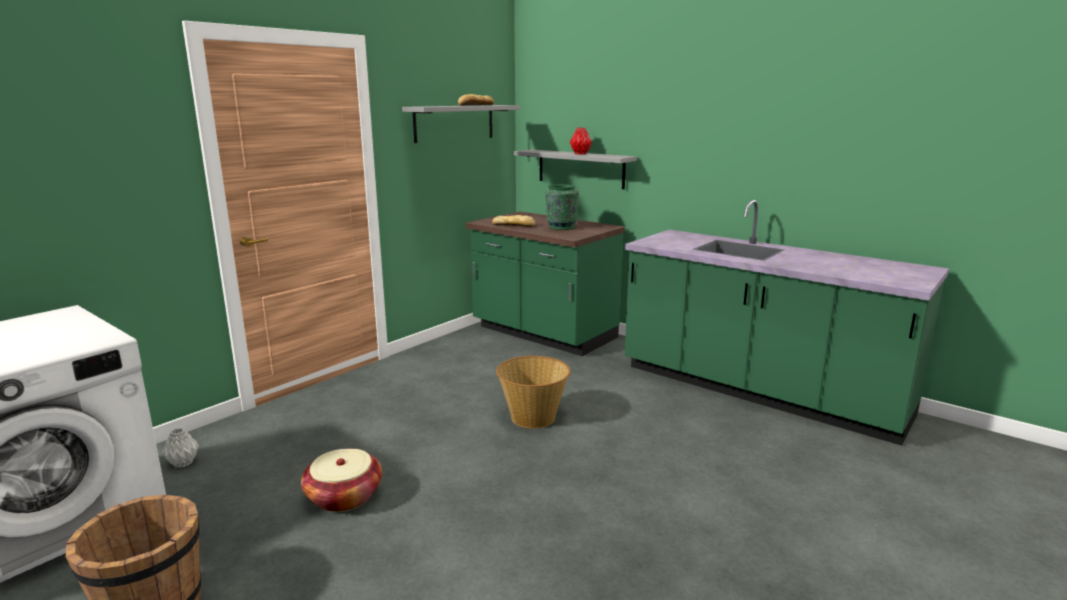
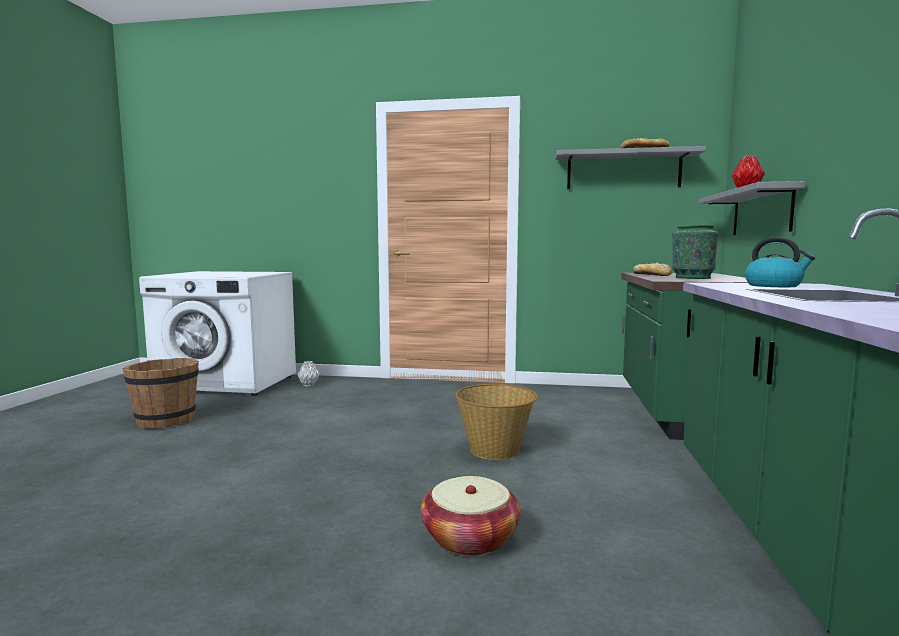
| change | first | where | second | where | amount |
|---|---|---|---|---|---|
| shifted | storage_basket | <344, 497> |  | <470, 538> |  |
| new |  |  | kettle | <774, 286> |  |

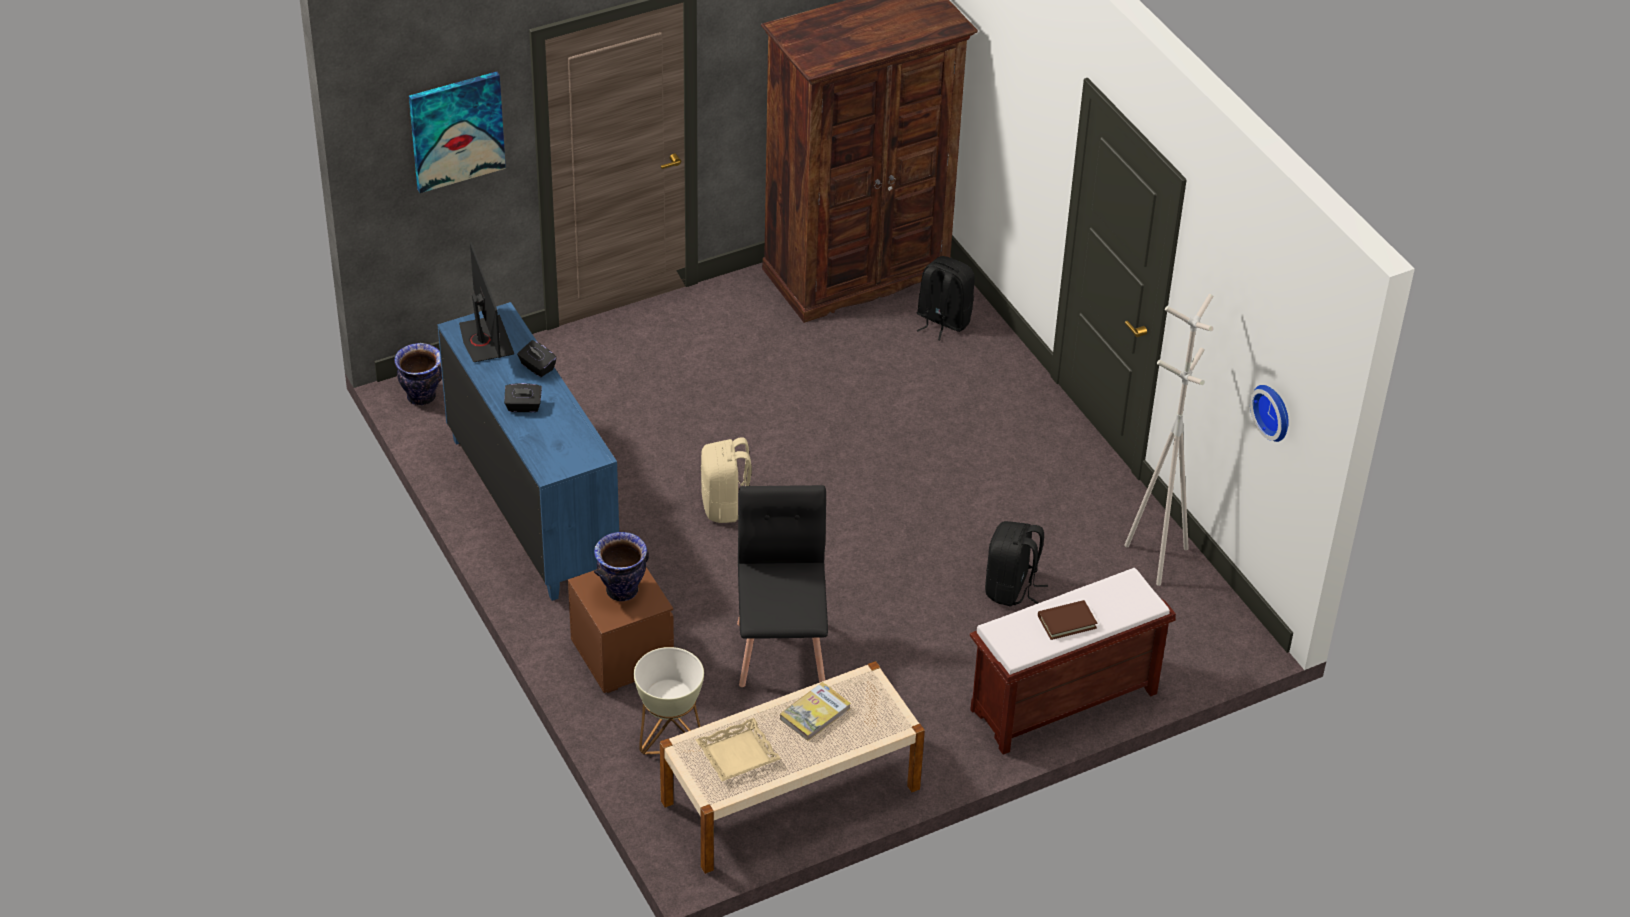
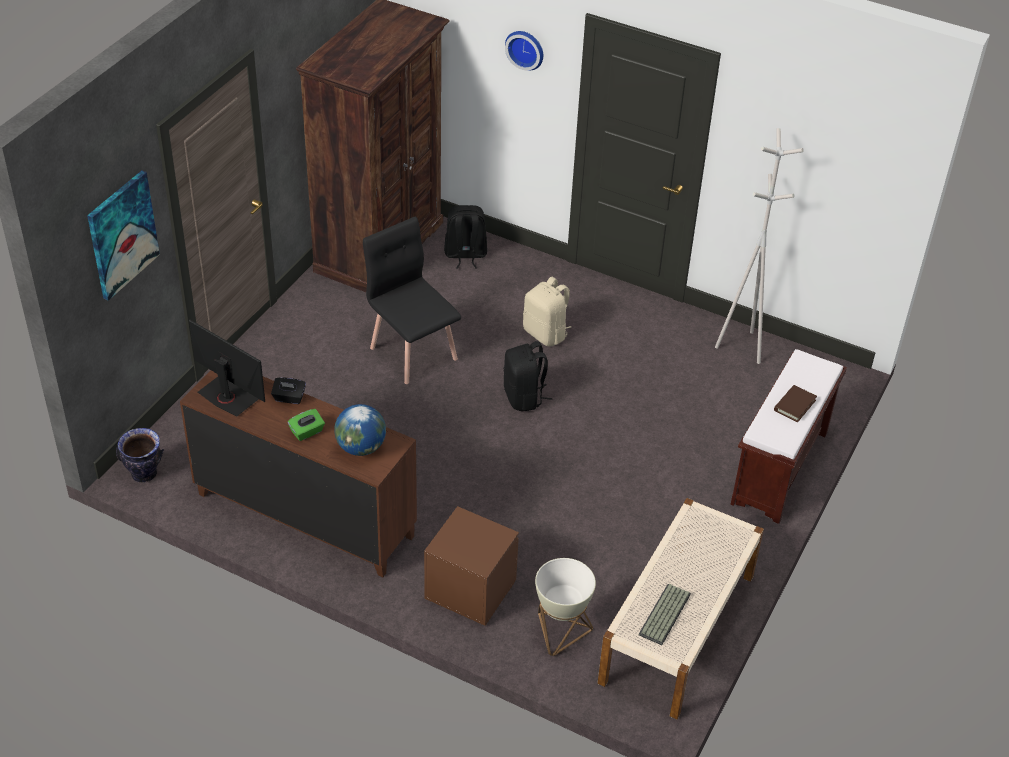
| change | first | where | second | where | amount |
|---|---|---|---|---|---|
| repainted | bluish_drawer_chest | <532, 508> | brownish_drawer_chest | <305, 516> |  |
| repainted | black-coloured_tissue_box | <523, 407> | greenish_tissue_box | <307, 432> |  |
| gone | vase | <621, 590> |  |  |  |
| swapped | sand-coloured_serving_tray | <738, 755> | PC_keyboard | <665, 615> |  |
| shifted | sand-coloured_backpack | <726, 506> |  | <546, 334> |  |
| shifted | black-coloured_upright_chair | <781, 652> |  | <413, 352> |  |
| gone | book | <815, 714> |  |  |  |
| shifted | black-coloured_backpack | <1011, 589> |  | <524, 397> |  |
| shifted | clock_on_the_wall | <1274, 411> |  | <526, 49> |  |
| new |  |  | world_globe | <361, 447> |  |

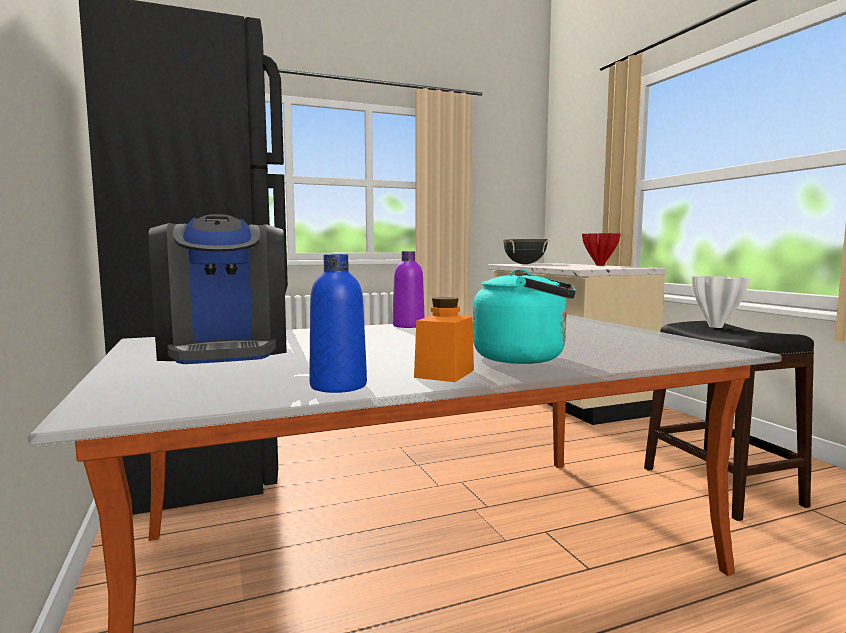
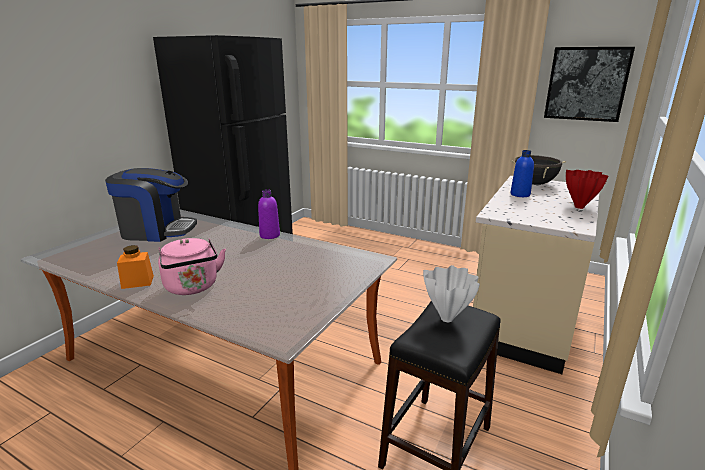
| change | first | where | second | where | amount |
|---|---|---|---|---|---|
| rotated | coffee_maker | <225, 350> |  | <157, 230> | 120 degrees counterclockwise |
| shifted | bluish_beverage_bottle | <338, 386> |  | <520, 194> |  |
| repainted | turquoise-coloured_kettle | <525, 358> | pinkish_kettle | <193, 287> |  |
| new |  |  | wall_picture | <586, 84> |  |

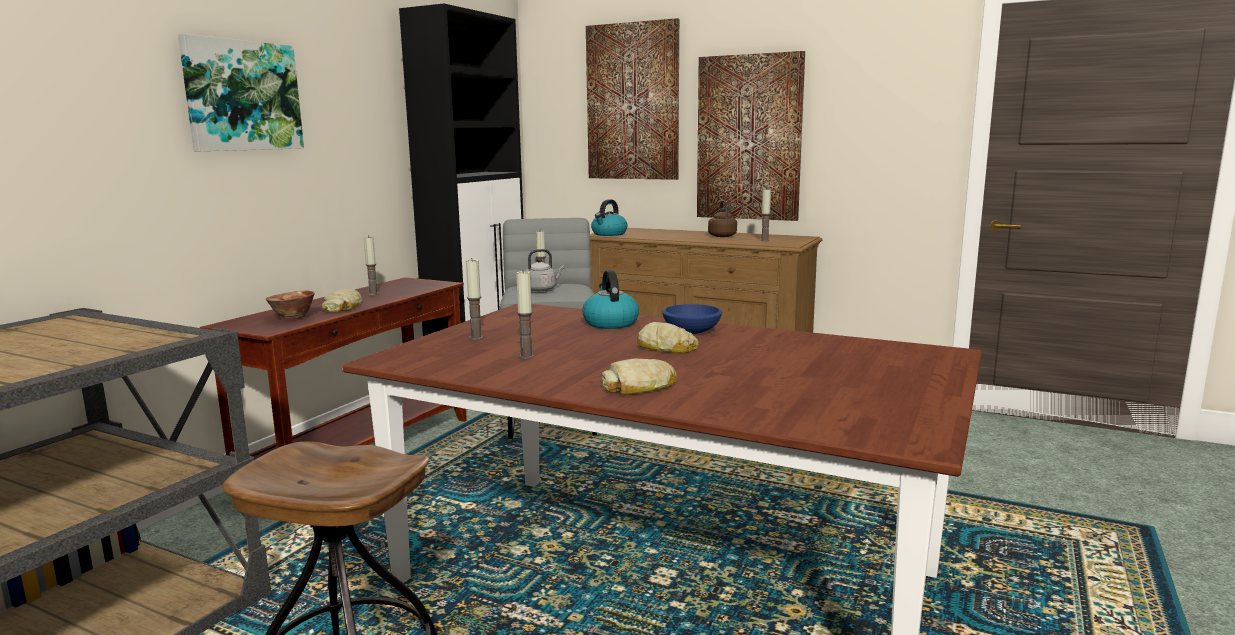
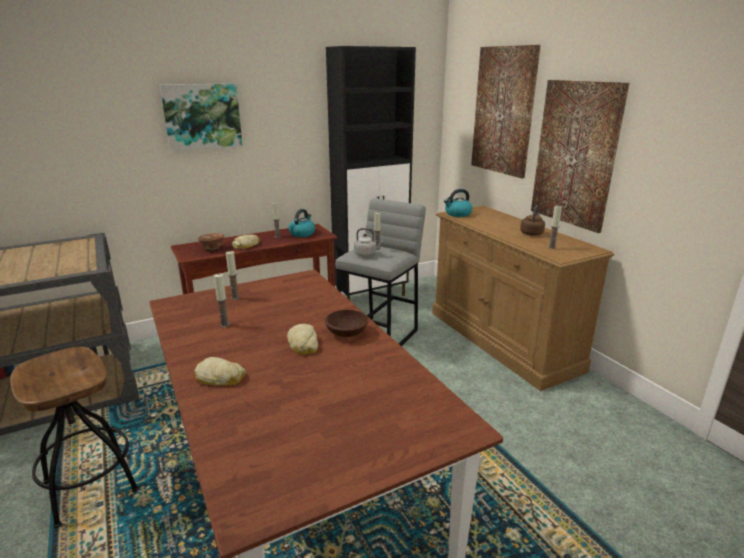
| change | first | where | second | where | amount |
|---|---|---|---|---|---|
| shifted | kettle | <610, 323> |  | <302, 233> |  |
| repainted | bluish_serving_bowl | <692, 331> | brownish_serving_bowl | <347, 333> |  |

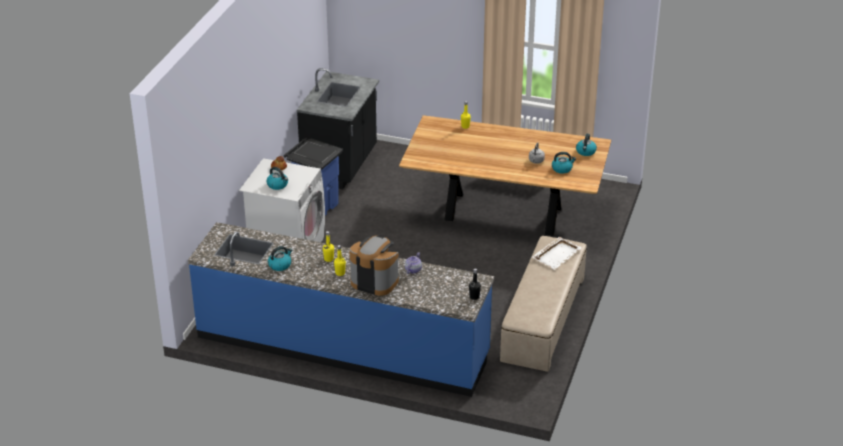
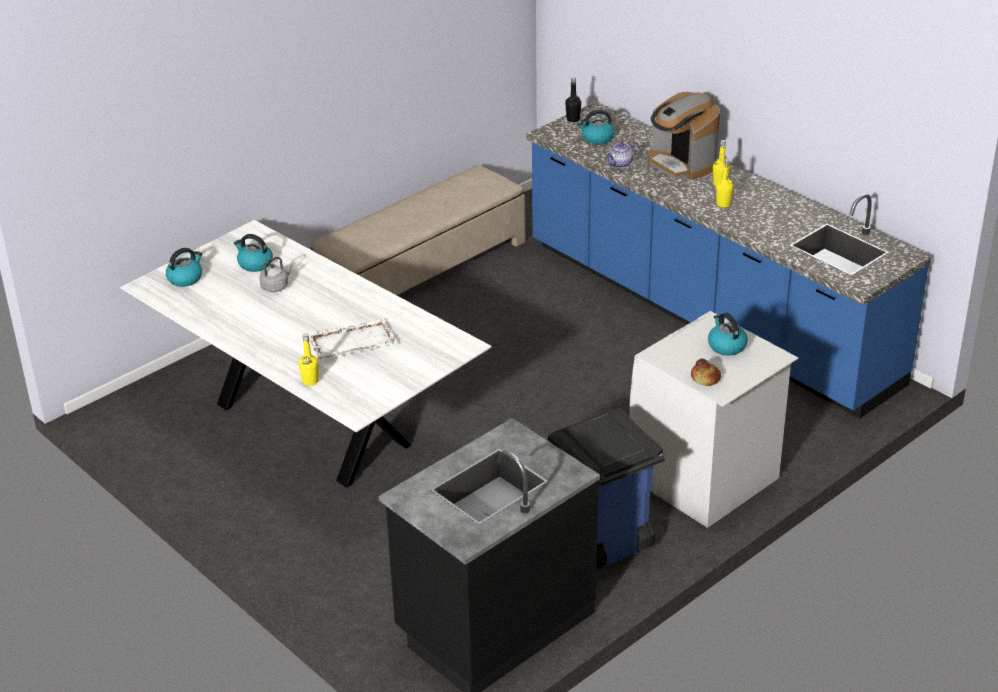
| change | first | where | second | where | amount |
|---|---|---|---|---|---|
| shifted | kettle | <280, 265> |  | <597, 138> |  |
| repainted | brownish_kitchen_table | <504, 214> | whitish_kitchen_table | <311, 424> |  |
| shifted | whitish_serving_tray | <557, 254> |  | <351, 342> |  |

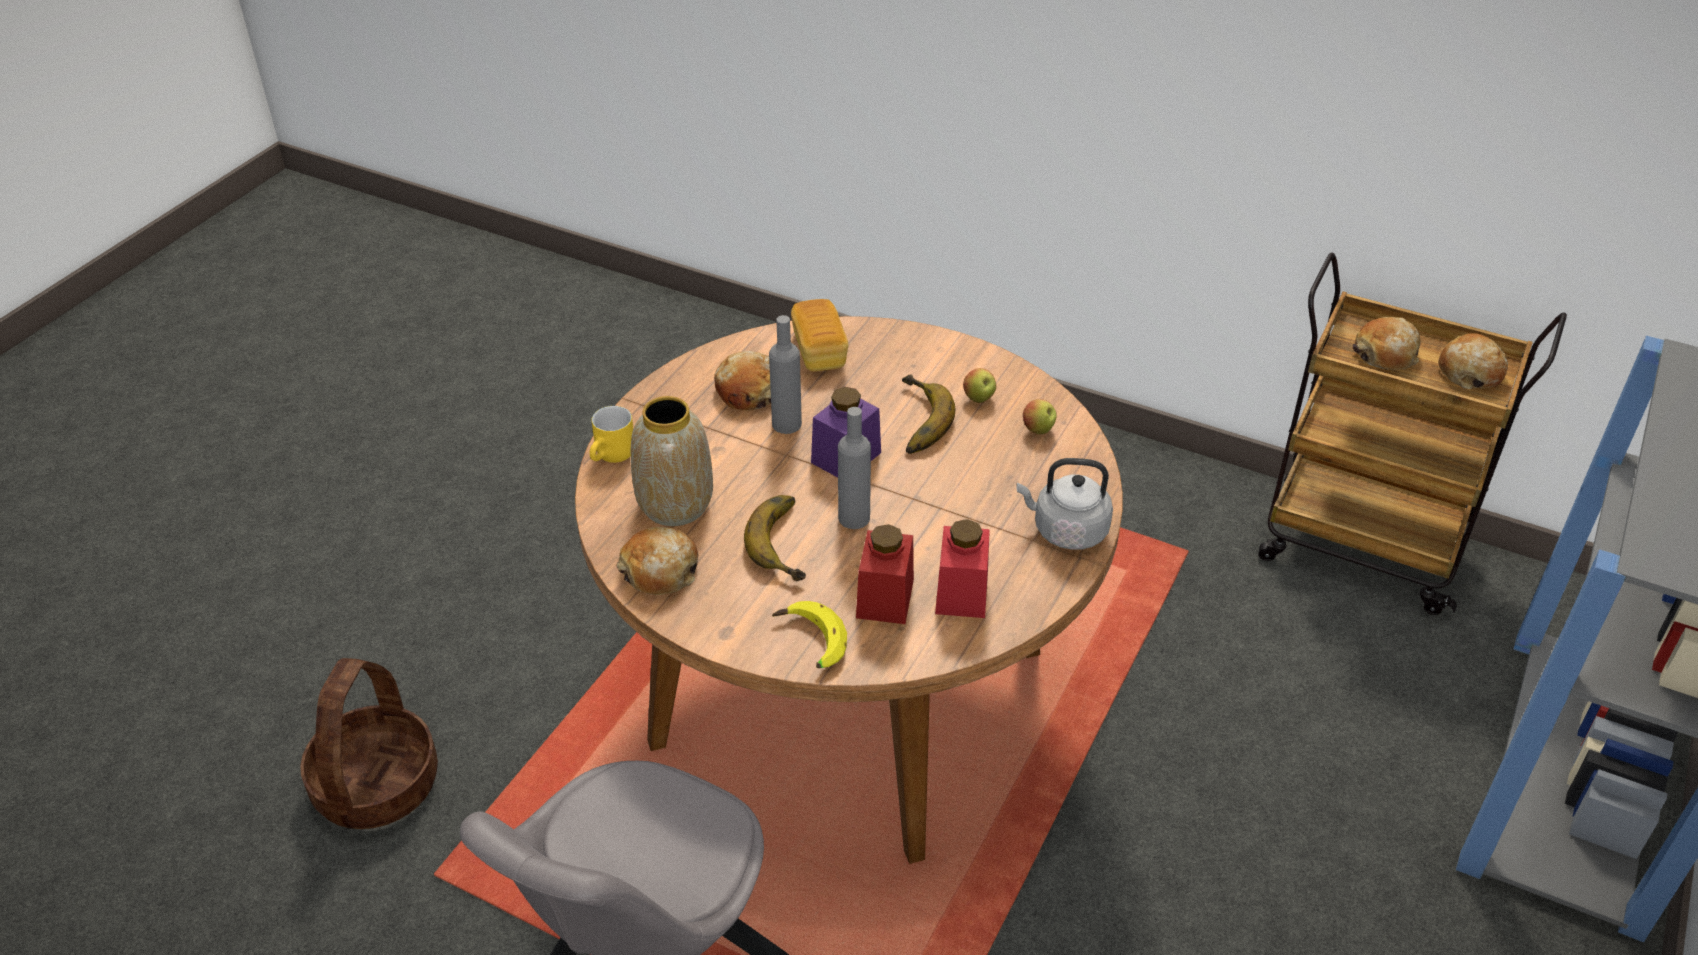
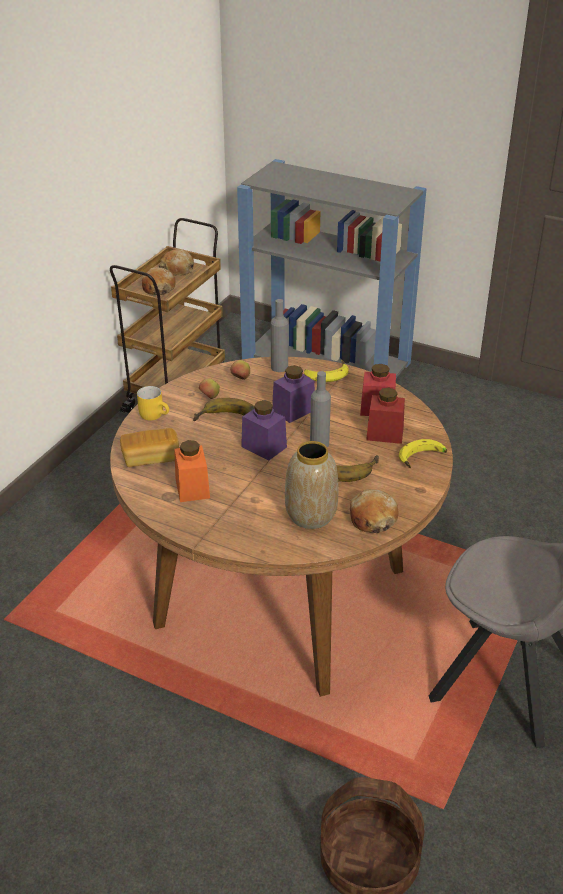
| change | first | where | second | where | amount |
|---|---|---|---|---|---|
| shifted | yellow_coffee_mug | <614, 456> |  | <155, 415> |  |
| swapped | baked_bread | <748, 391> | orange_jar | <192, 488> |  |
| shifted | greyish_beverage_bottle | <786, 424> |  | <279, 367> |  |
| swapped | greyish_kettle | <1066, 531> | banana | <326, 374> |  |
| new |  |  | purple_jar | <293, 410> |  |

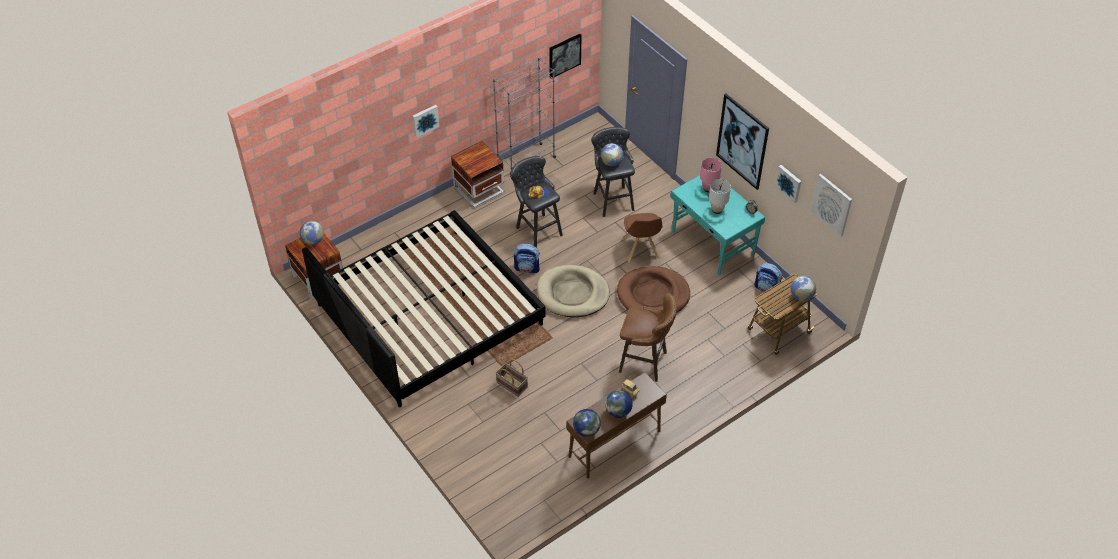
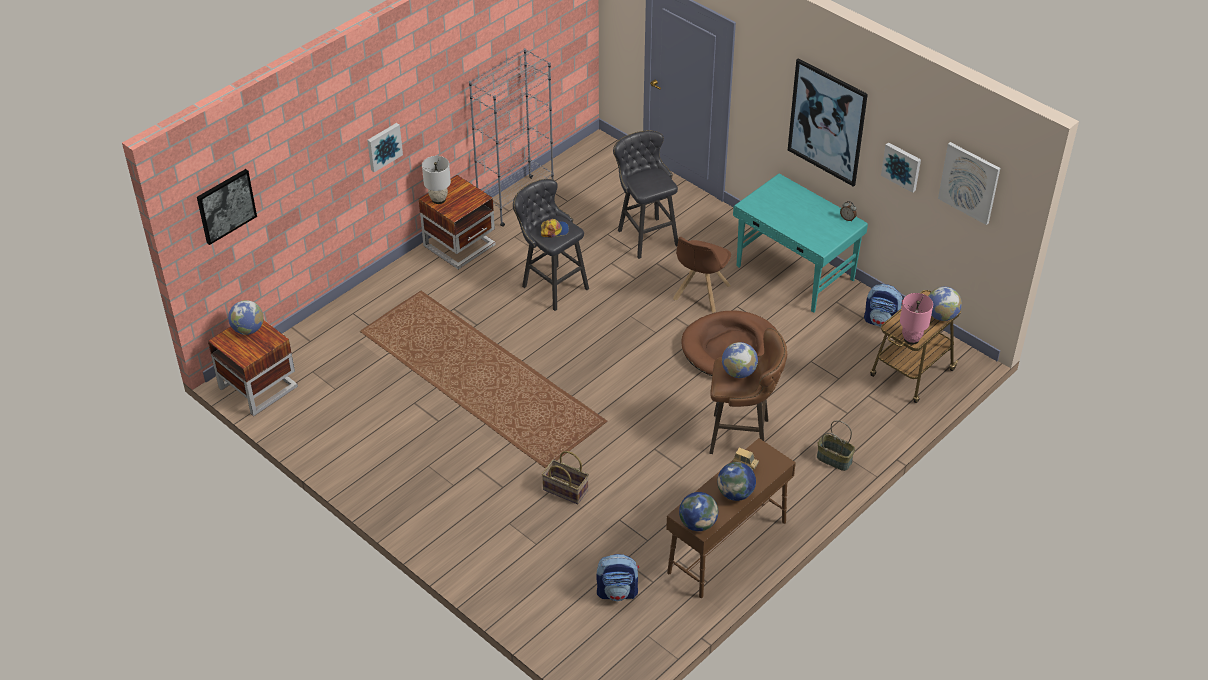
| change | first | where | second | where | amount |
|---|---|---|---|---|---|
| gone | sleeping_bed | <429, 314> |  |  |  |
| shifted | backpack | <527, 268> |  | <617, 592> |  |
| gone | sand-coloured_dog_cushion | <572, 293> |  |  |  |
| shifted | wall_picture | <564, 55> |  | <226, 206> |  |
| shifted | world_globe | <611, 163> |  | <738, 372> |  |
| rotated | brownish_upright_chair | <641, 250> |  | <700, 294> | 45 degrees clockwise |
| shifted | pinkish_table_lamp | <708, 188> |  | <911, 339> |  |
| shifted | whitish_table_lamp | <717, 210> |  | <438, 199> |  |
| new |  |  | storage_basket | <834, 459> |  |

